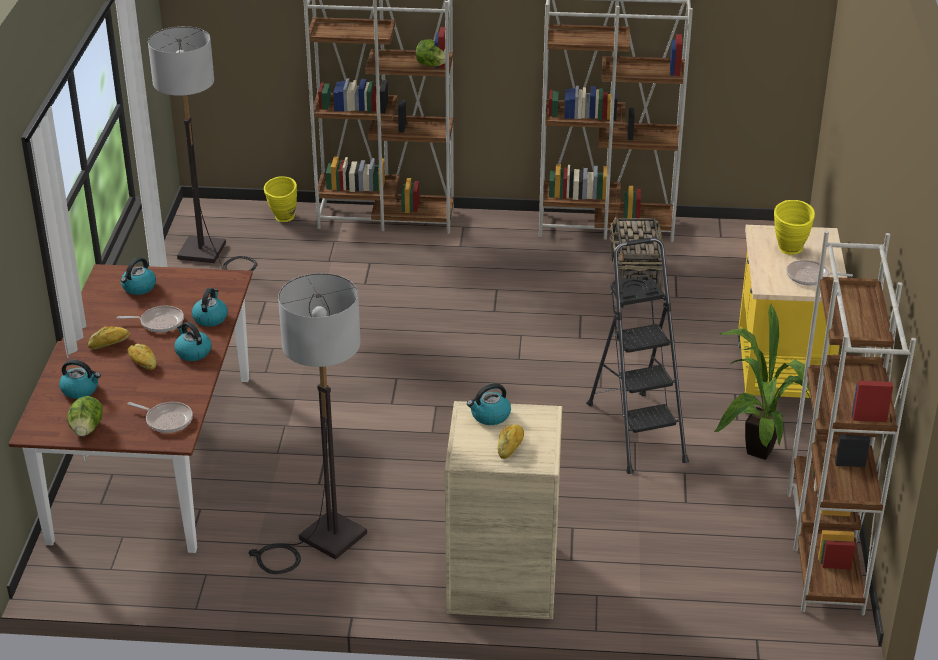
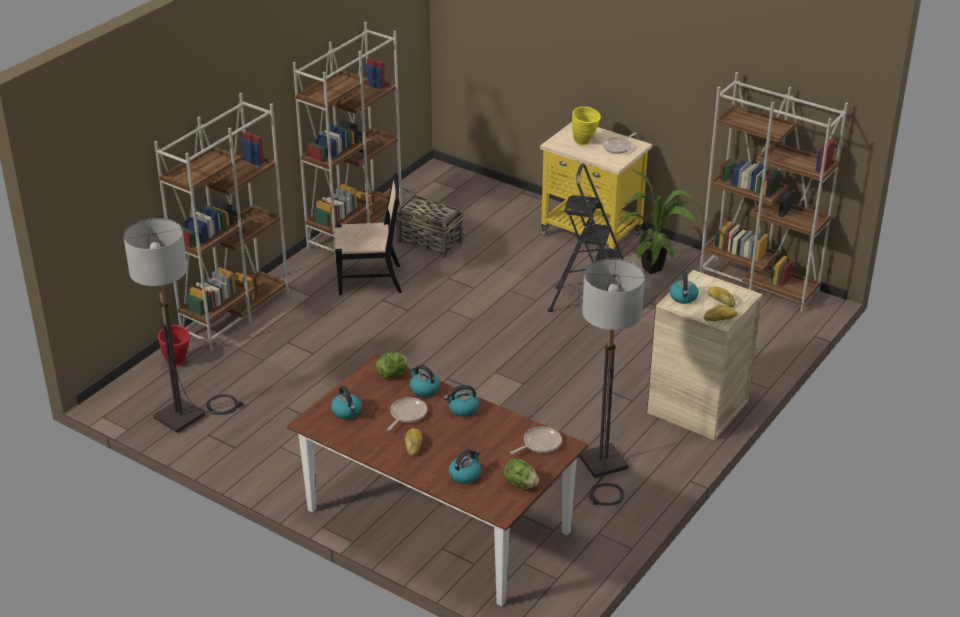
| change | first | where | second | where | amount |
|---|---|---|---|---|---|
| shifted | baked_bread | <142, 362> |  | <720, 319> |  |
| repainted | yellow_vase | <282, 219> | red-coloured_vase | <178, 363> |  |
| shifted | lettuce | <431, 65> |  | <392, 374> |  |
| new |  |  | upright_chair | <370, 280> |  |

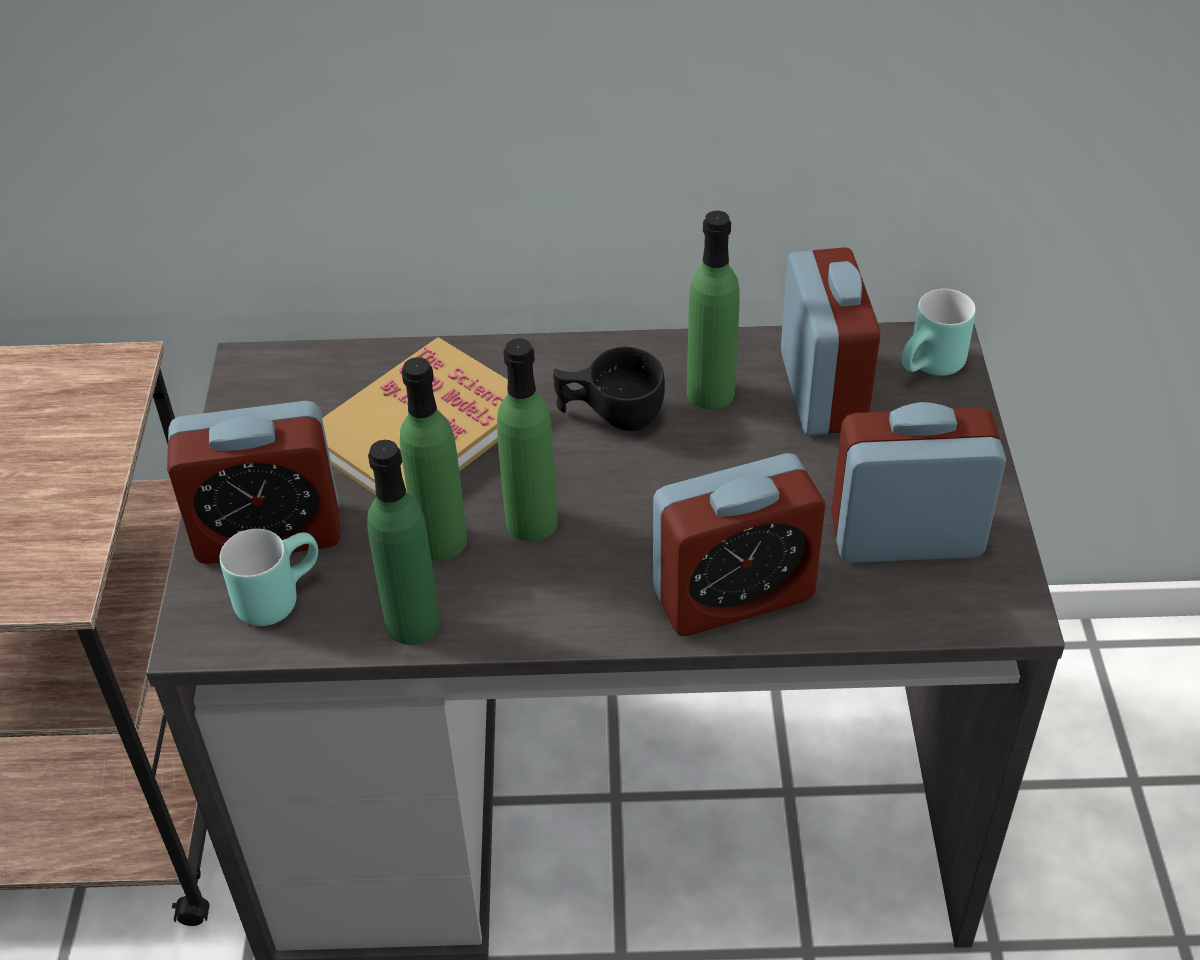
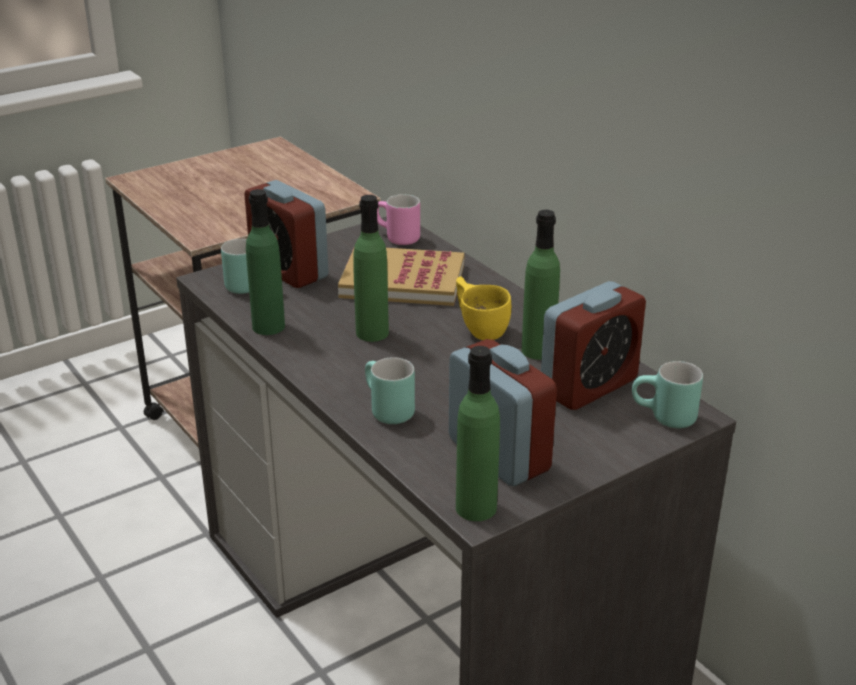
| change | first | where | second | where | amount |
|---|---|---|---|---|---|
| shifted | greenish_beverage_bottle | <441, 540> |  | <476, 508> |  |
| repainted | black-coloured_drinking_cup | <610, 415> | yellow_drinking_cup | <480, 327> |  |
| swapped | alarm_clock | <733, 595> | turquoise-coloured_coffee_mug | <384, 411> |  |
| new |  |  | pinkish_coffee_mug | <395, 238> |  |

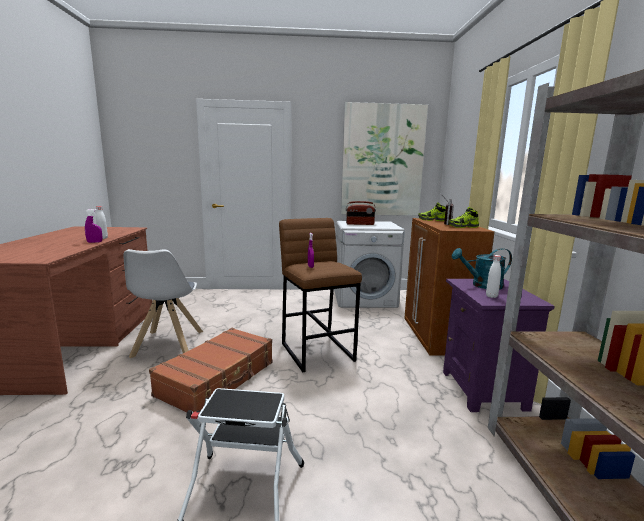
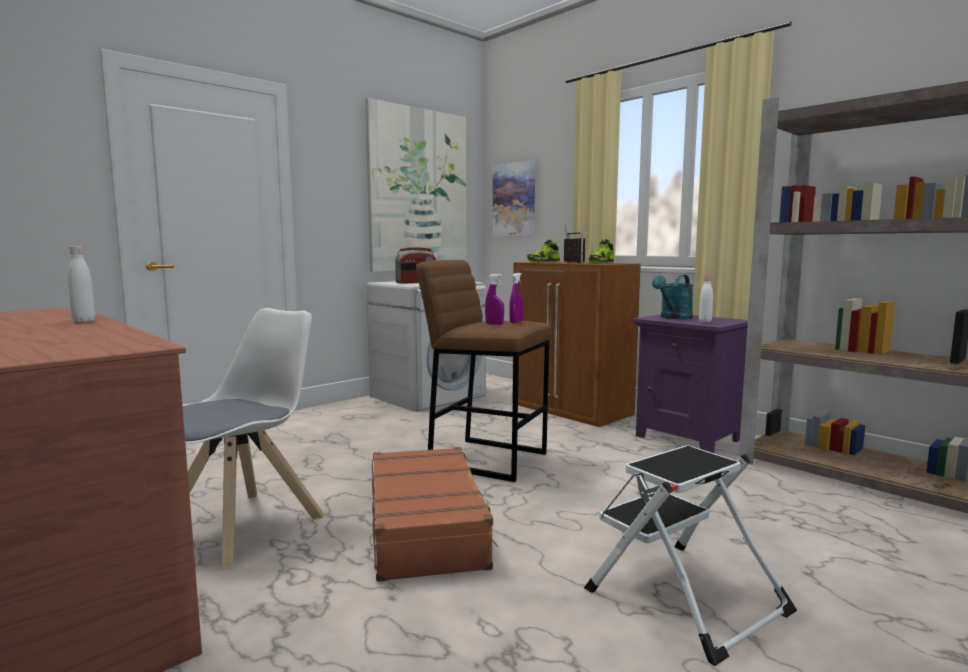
| change | first | where | second | where | amount |
|---|---|---|---|---|---|
| shifted | purple_spray_bottle | <94, 242> |  | <516, 322> |  |
| rotated | upright_chair | <167, 345> |  | <246, 525> | 105 degrees counterclockwise |
| new |  |  | wall_picture | <514, 200> |  |

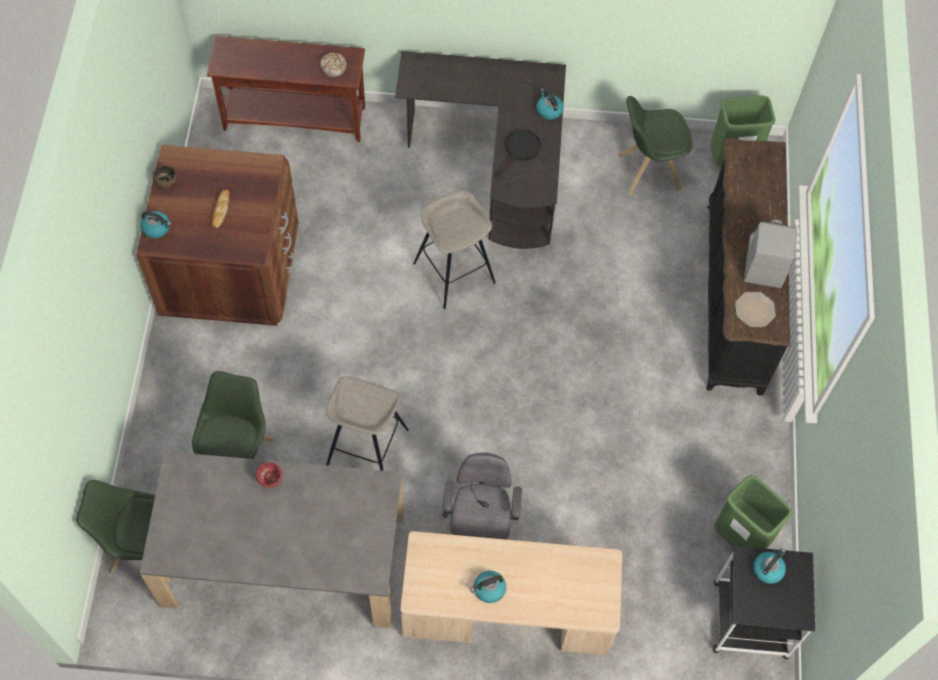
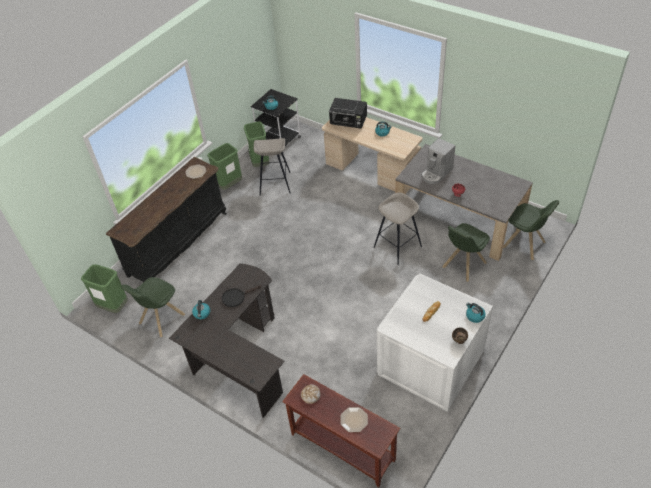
| change | first | where | second | where | amount |
|---|---|---|---|---|---|
| repainted | brownish_drawer_chest | <230, 266> | whitish_drawer_chest | <429, 362> |  |
| shifted | greyish_sitting_stool | <454, 272> |  | <275, 184> |  |
| gone | greyish_office_chair | <479, 528> |  |  |  |
| rotated | greenish_upright_chair | <648, 171> |  | <161, 319> | 105 degrees clockwise |
| shifted | coffee_maker | <764, 260> |  | <436, 173> |  |
| new |  |  | greenish_rubbish_bin | <229, 185> |  |
| new |  |  | black-coloured_kitchen_microwave | <349, 122> |  |
| new |  |  | dinner_plate | <354, 420> |  |

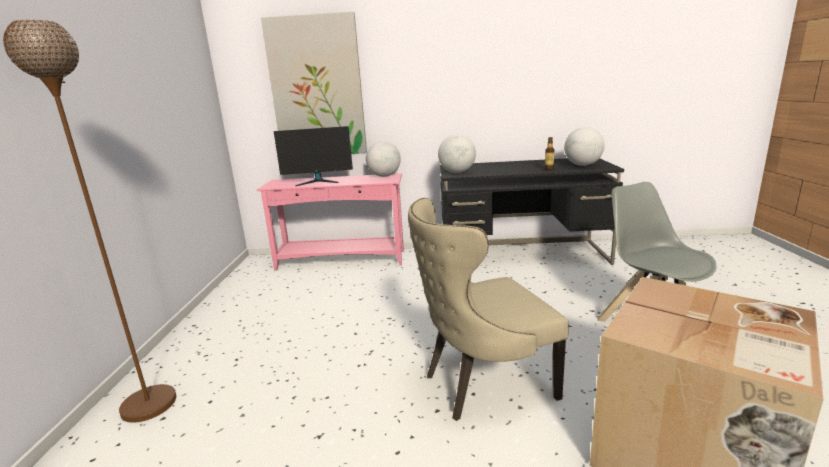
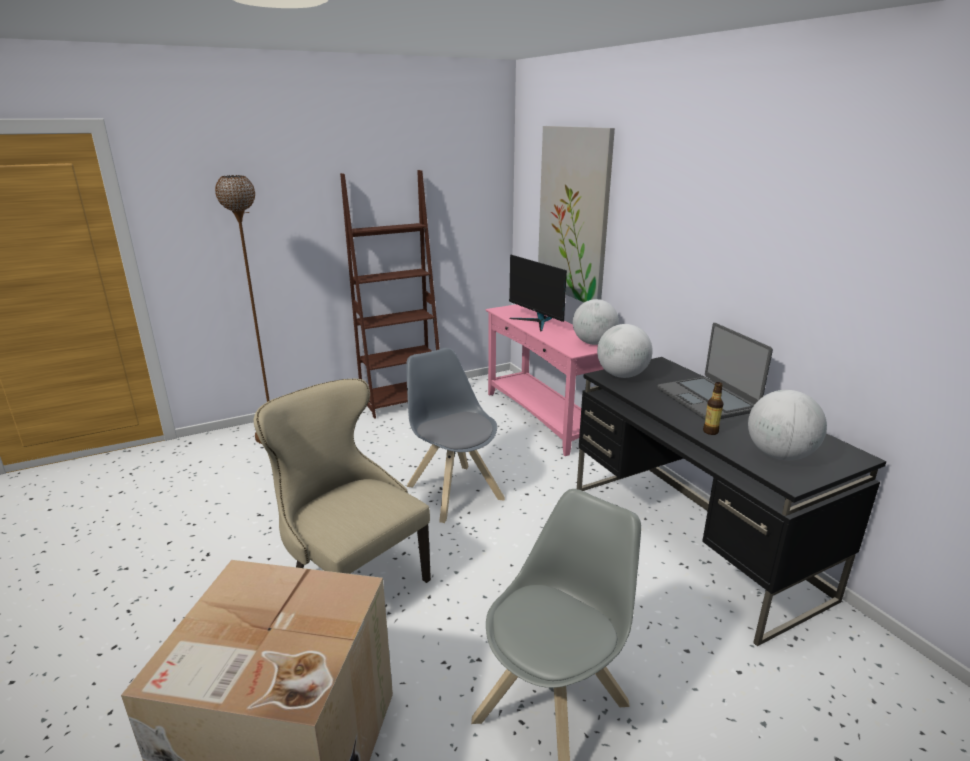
| change | first | where | second | where | amount |
|---|---|---|---|---|---|
| new |  |  | brownish_bookcase | <402, 402> |  |
| new |  |  | greyish_upright_chair | <453, 490> |  |
| new |  |  | laptop | <707, 400> |  |

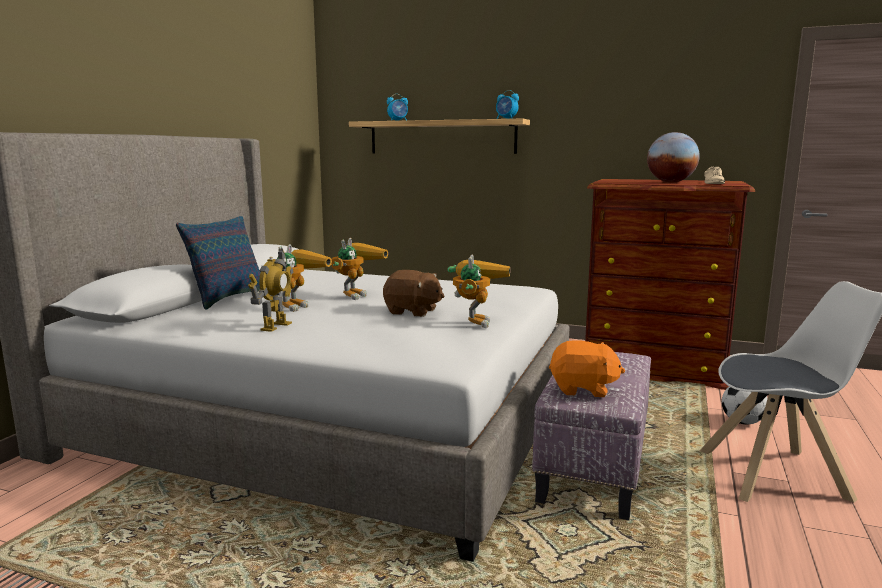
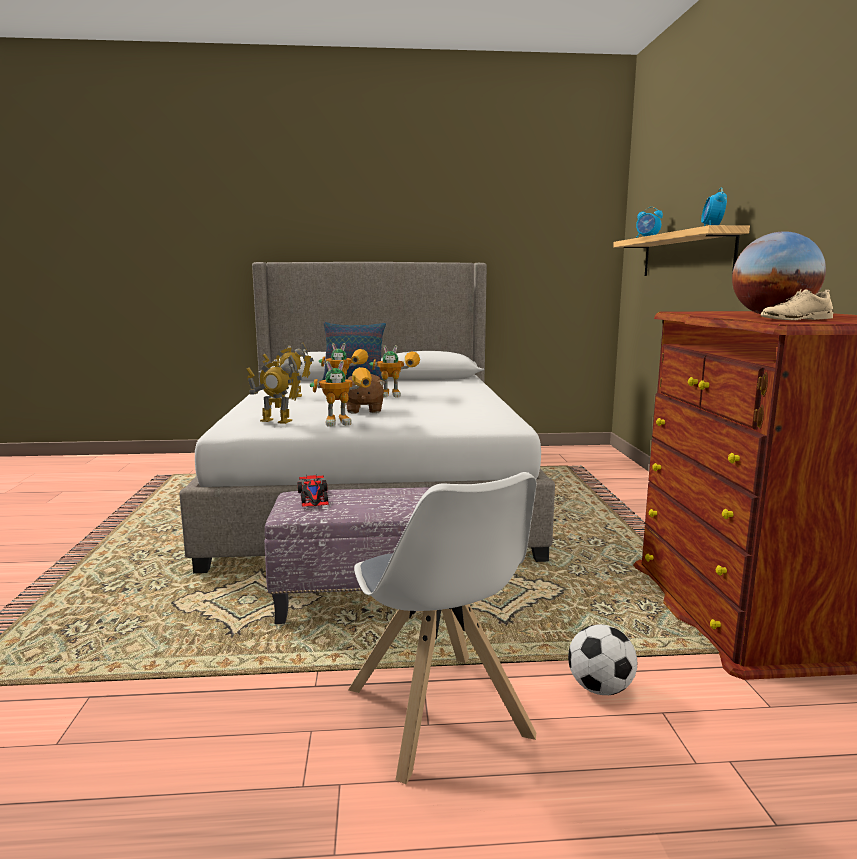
| change | first | where | second | where | amount |
|---|---|---|---|---|---|
| swapped | orange_plush_toy | <583, 389> | miniature_car | <313, 496> |  |
| new |  |  | robot_figure | <276, 421> |  |

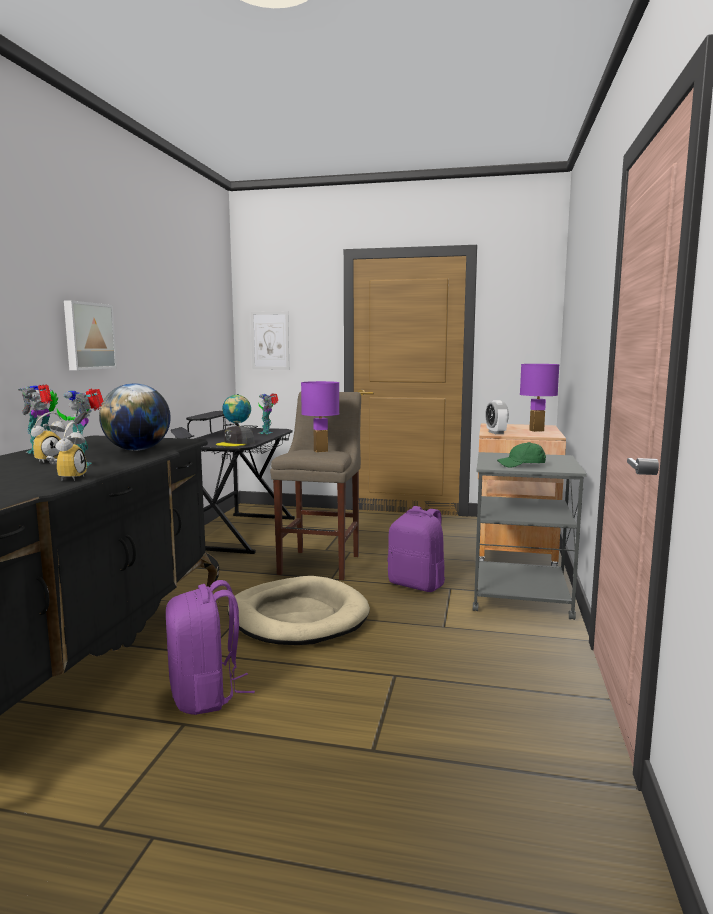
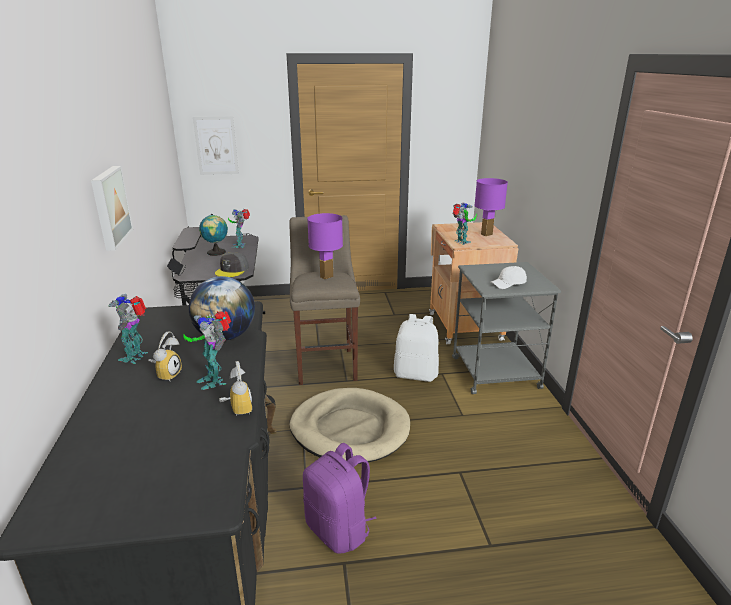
| change | first | where | second | where | amount |
|---|---|---|---|---|---|
| repainted | purple_backpack | <417, 584> | whitish_backpack | <416, 374> |  |
| swapped | alarm_clock | <496, 433> | robot_figure | <461, 242> |  |
| repainted | greenish_peaked_cap | <522, 465> | whitish_peaked_cap | <509, 284> |  |

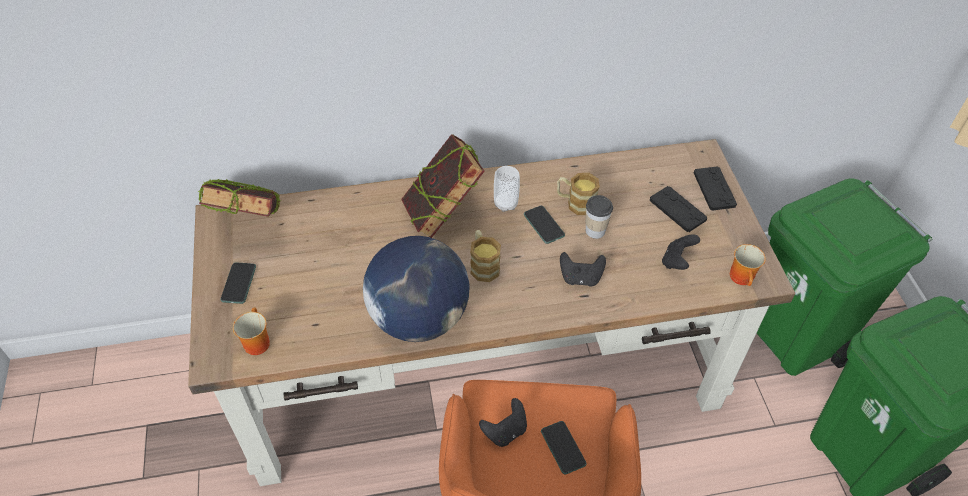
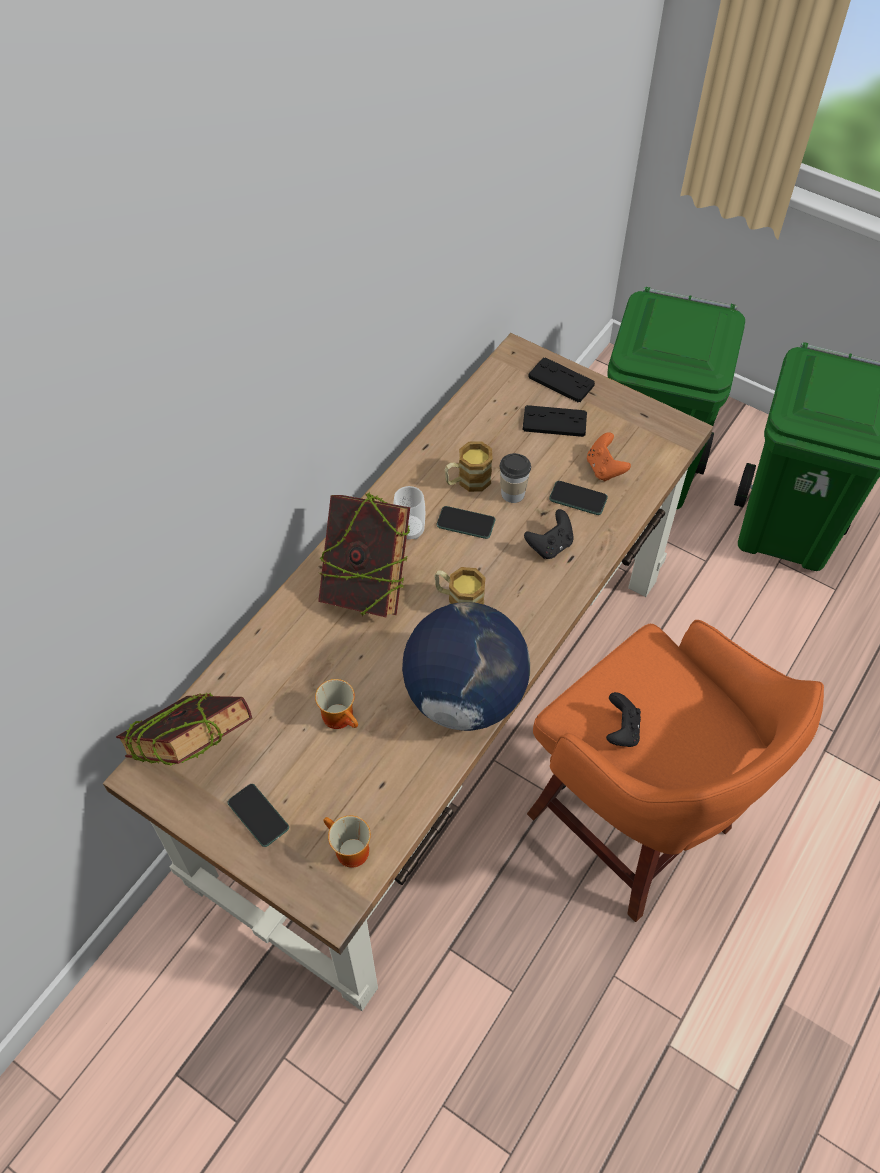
| change | first | where | second | where | amount |
|---|---|---|---|---|---|
| shifted | phone | <563, 448> |  | <578, 498> |  |
| repainted | black-coloured_game_controller | <677, 261> | orange_game_controller | <604, 469> |  |
| shifted | coffee_mug | <743, 278> |  | <342, 717> |  |

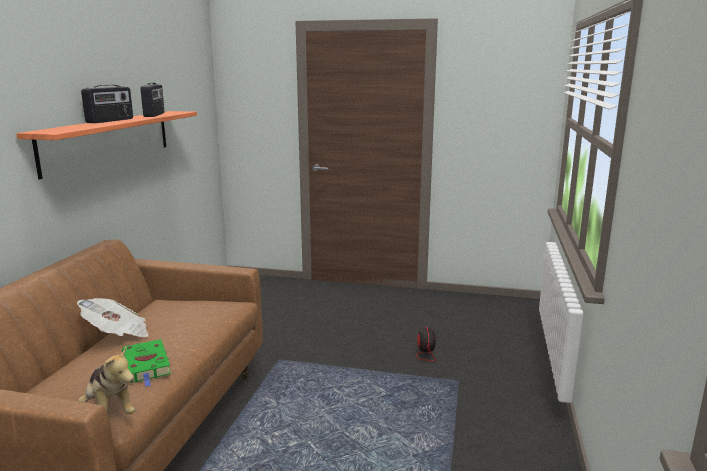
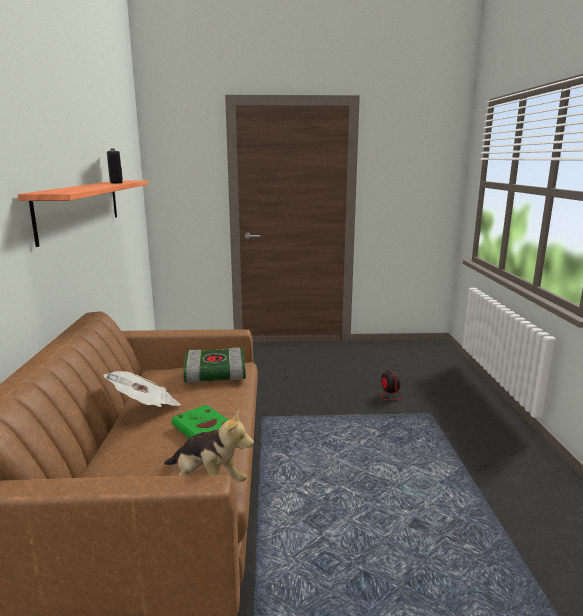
| change | first | where | second | where | amount |
|---|---|---|---|---|---|
| gone | radio_receiver | <111, 120> |  |  |  |
| new |  |  | book | <214, 374> |  |

